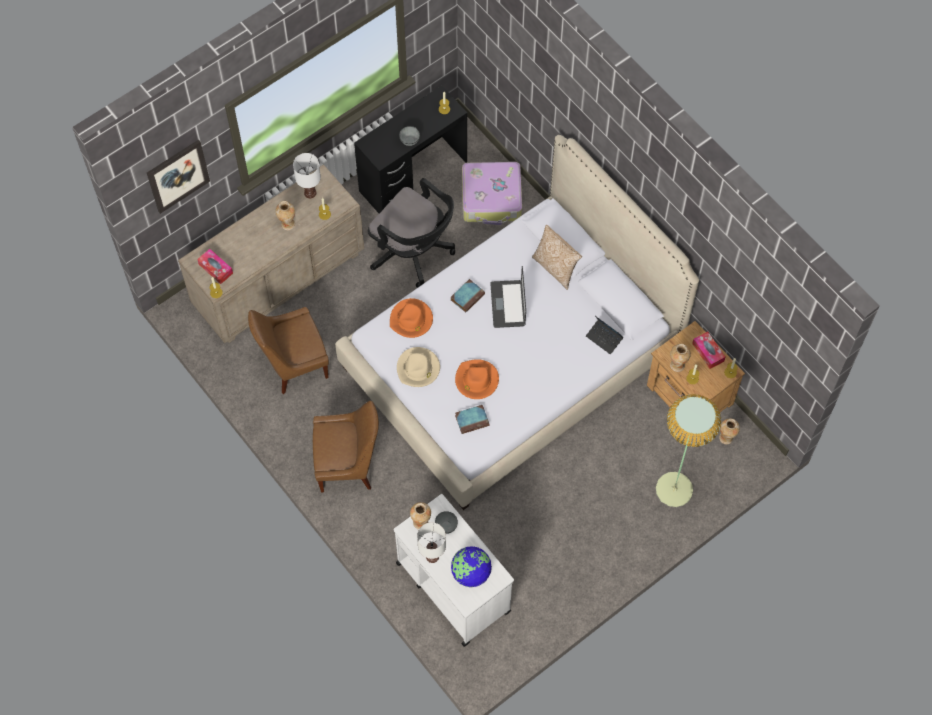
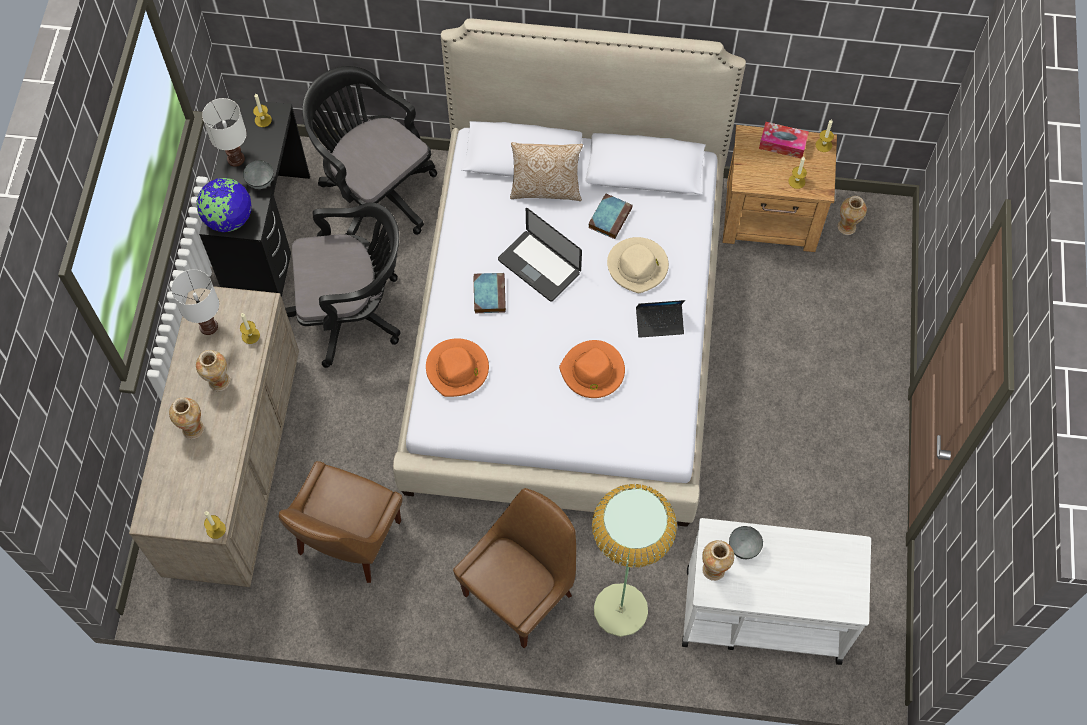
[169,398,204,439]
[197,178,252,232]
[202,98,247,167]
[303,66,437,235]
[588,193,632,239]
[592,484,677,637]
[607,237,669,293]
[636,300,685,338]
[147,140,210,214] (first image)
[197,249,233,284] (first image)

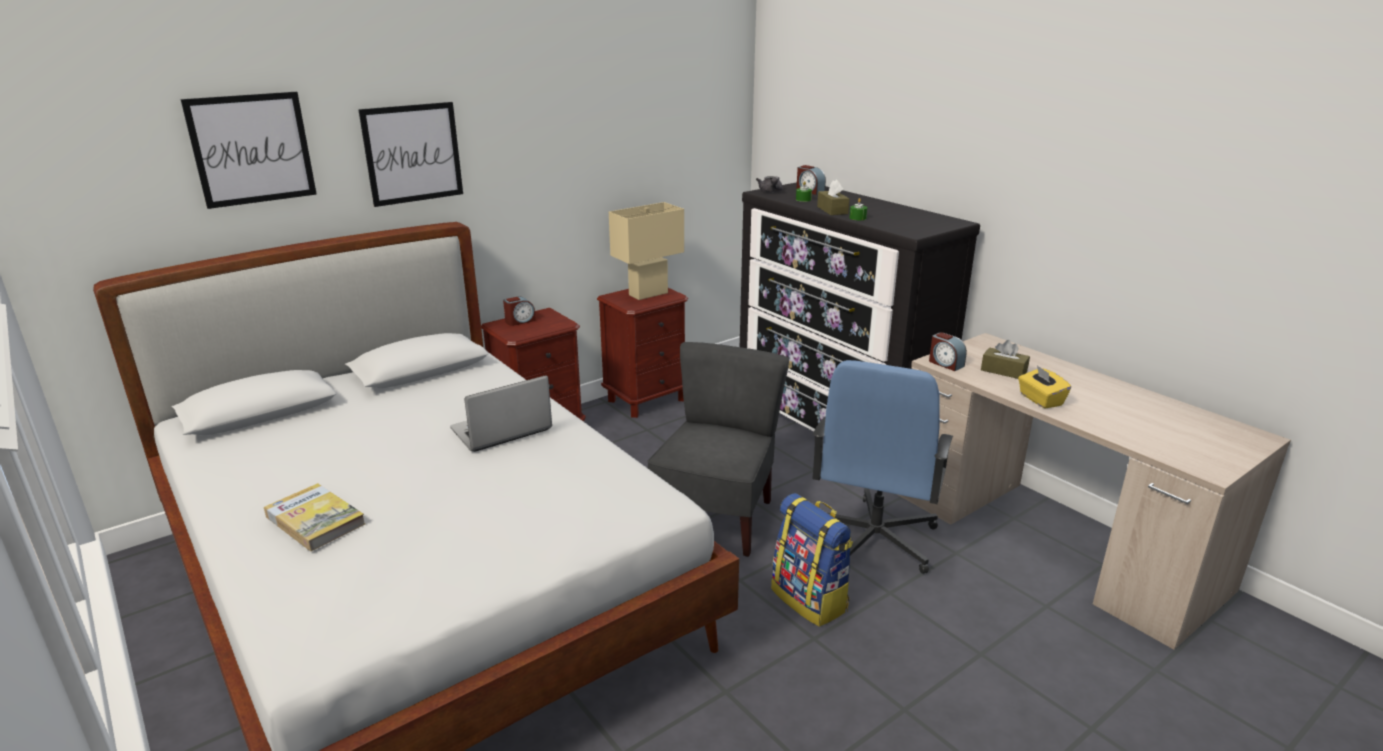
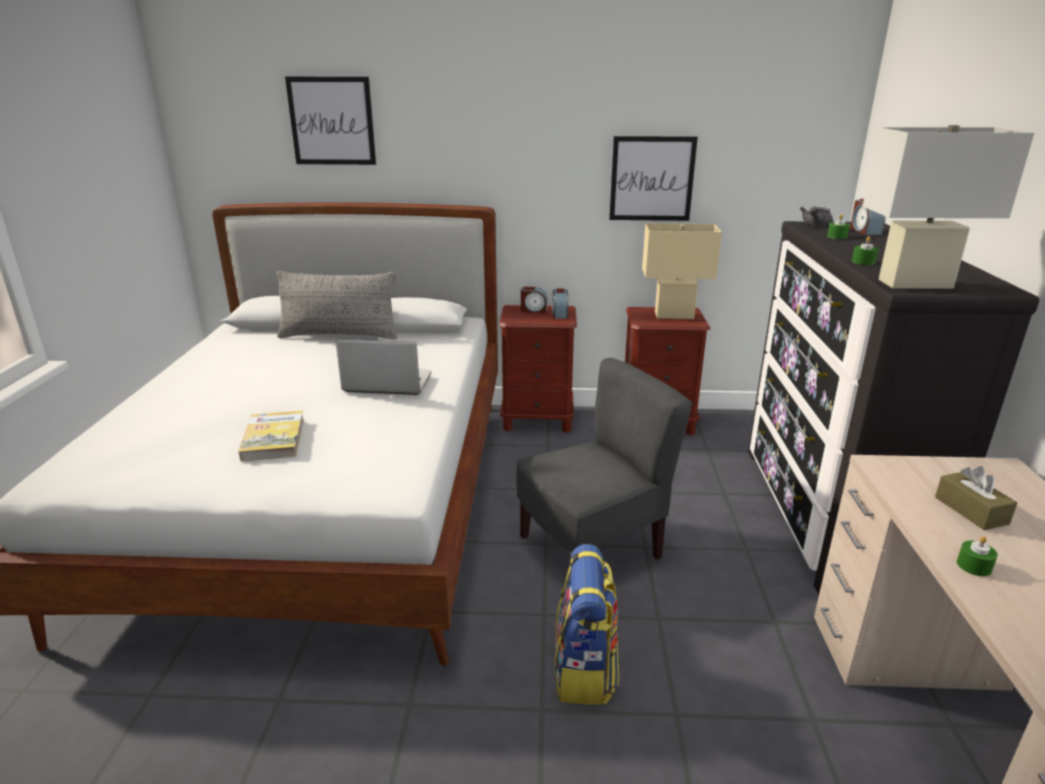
[238,410,304,461]
[276,271,397,340]
[552,288,569,318]
[609,136,698,221]
[862,125,1034,289]
[957,536,998,576]
[812,360,954,574] (first image)
[817,180,850,215] (first image)

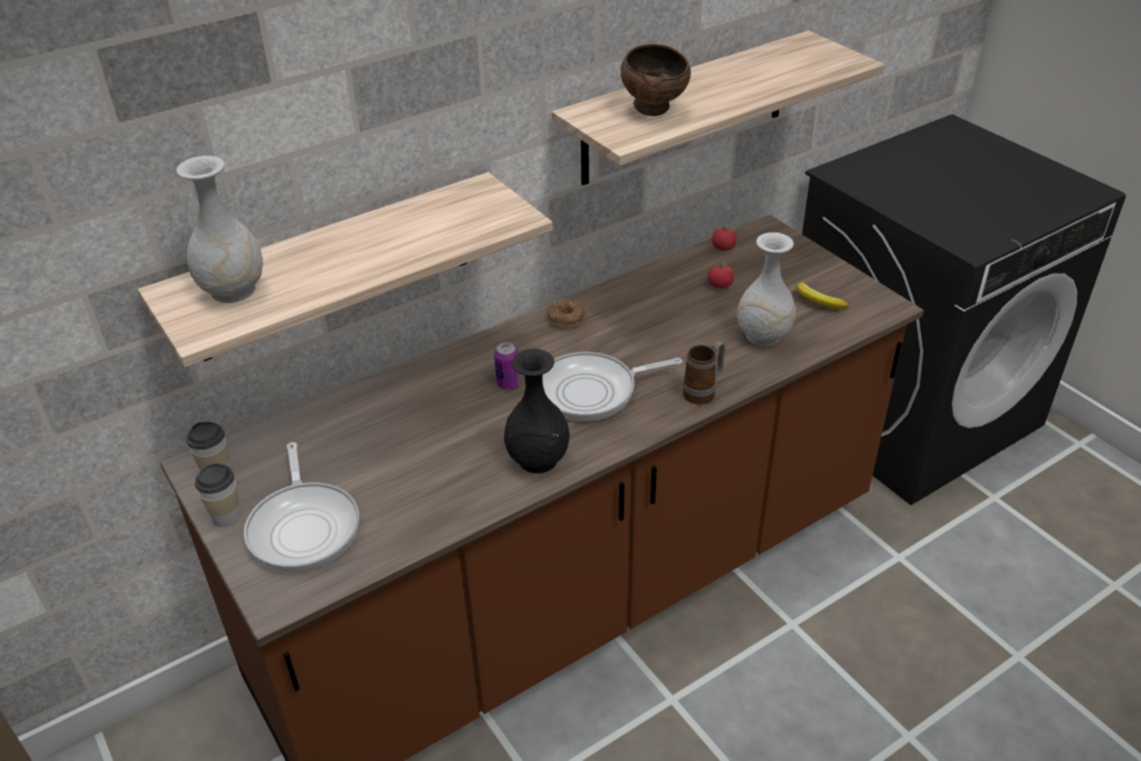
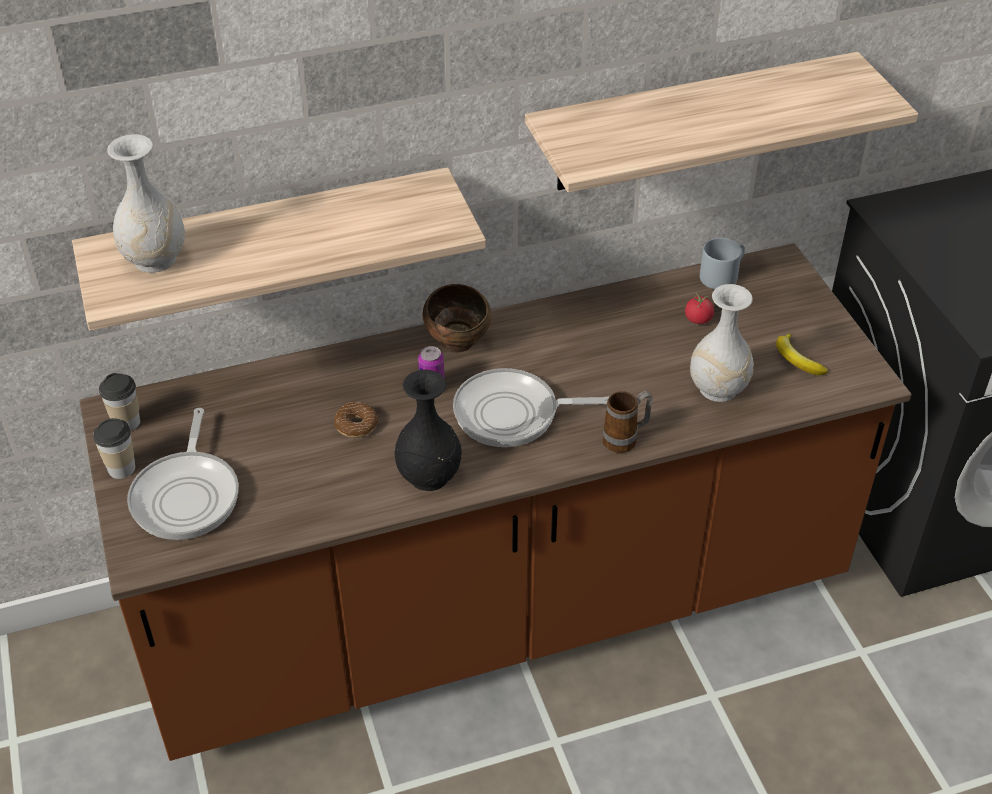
[334,402,378,438]
[423,284,491,353]
[700,238,745,289]

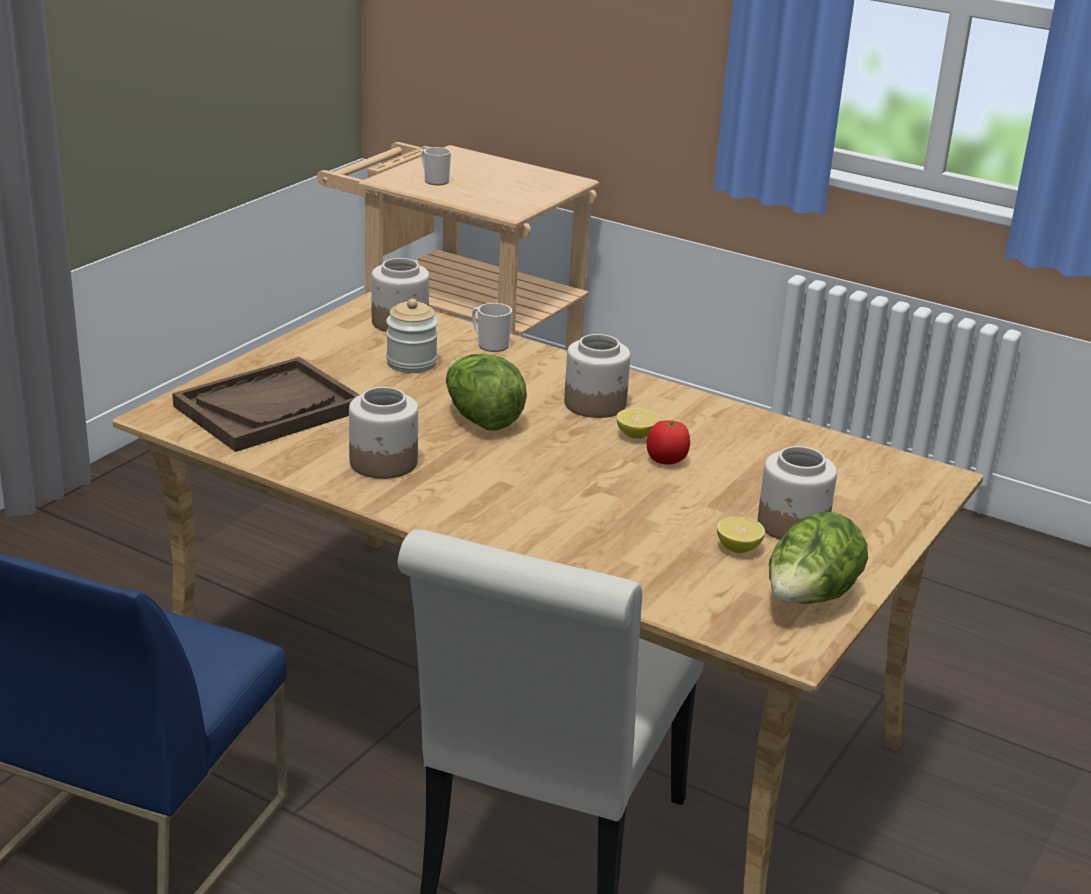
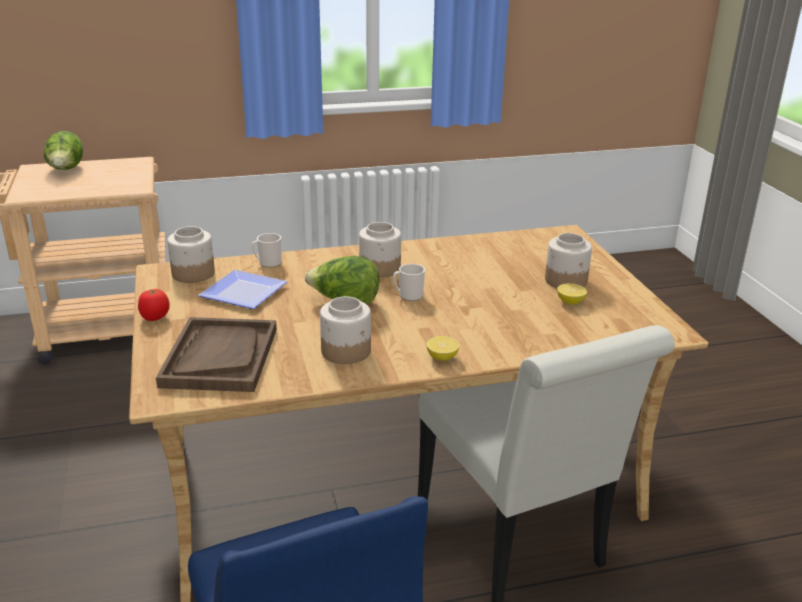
[44,131,83,170]
[138,289,170,321]
[198,270,288,309]
[393,264,425,301]
[426,336,460,361]

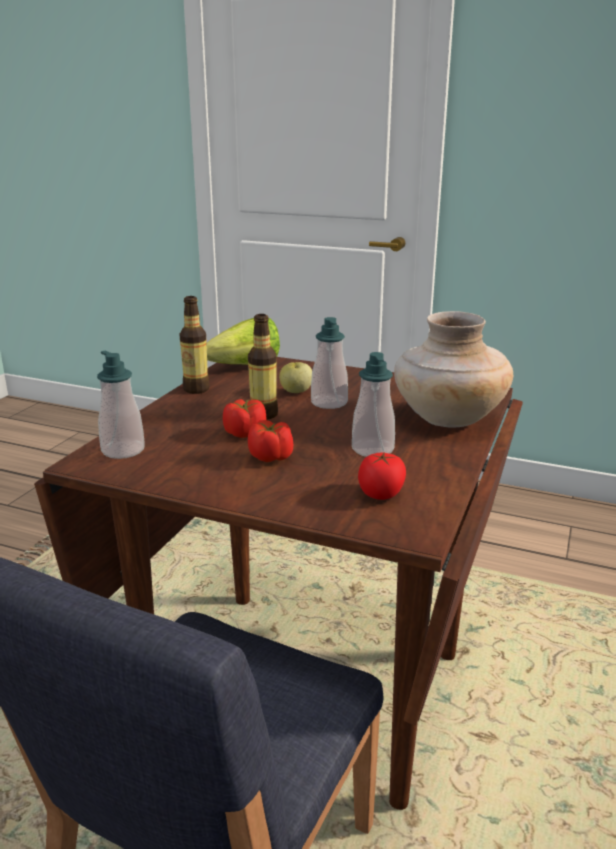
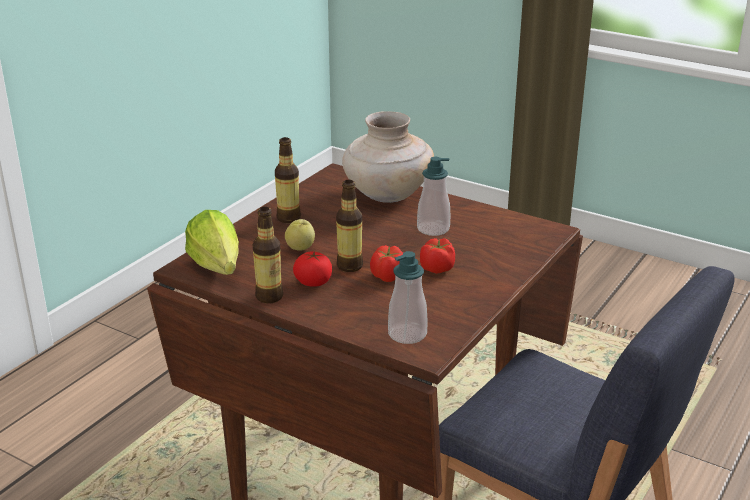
[275,137,301,223]
[293,251,332,287]
[311,317,348,409] (first image)

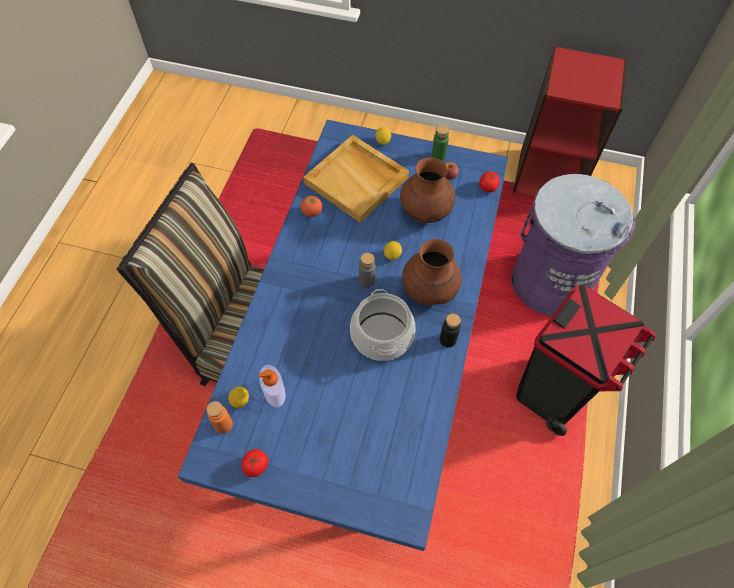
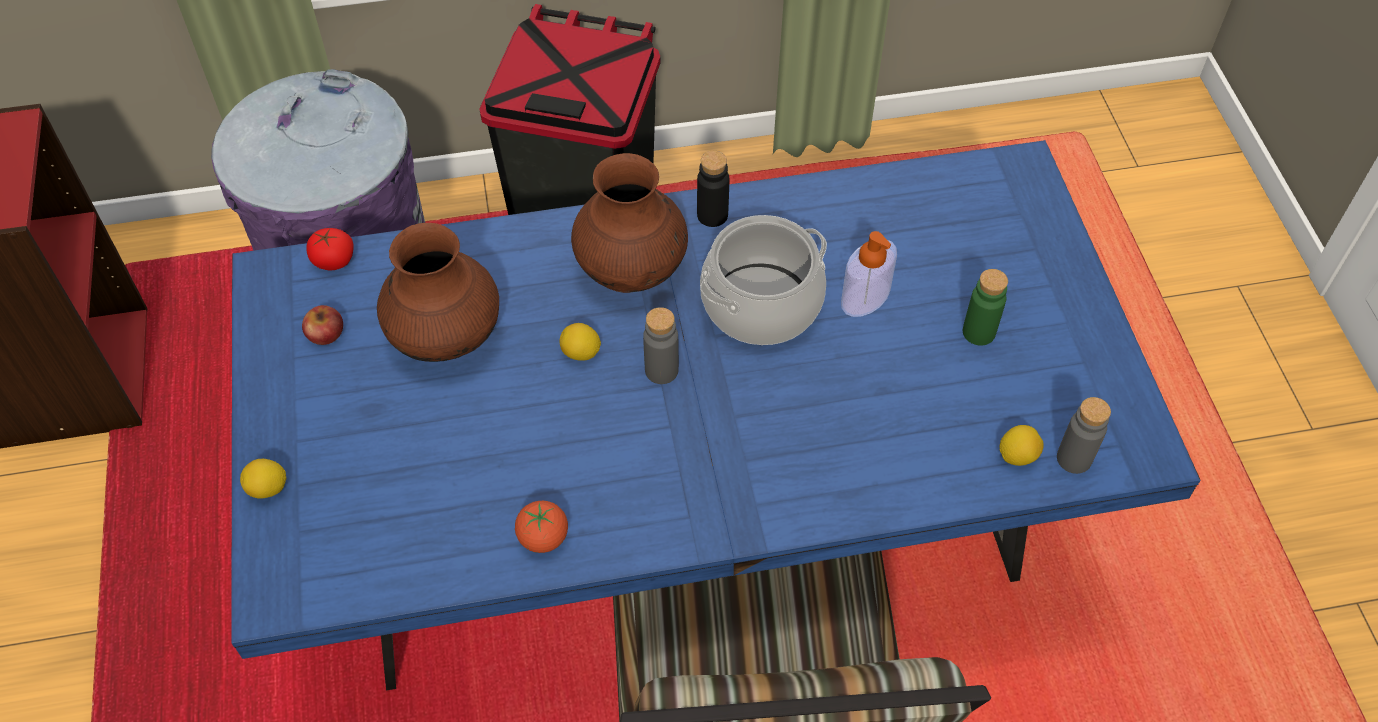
[841,231,897,317]
[963,269,1008,346]
[1057,397,1111,474]
[241,449,268,477] (first image)
[303,135,409,223] (first image)

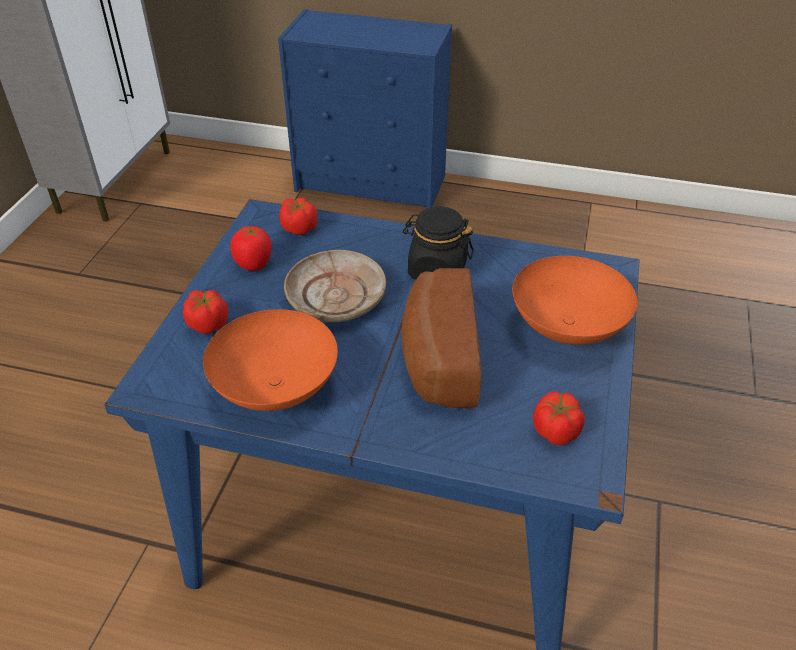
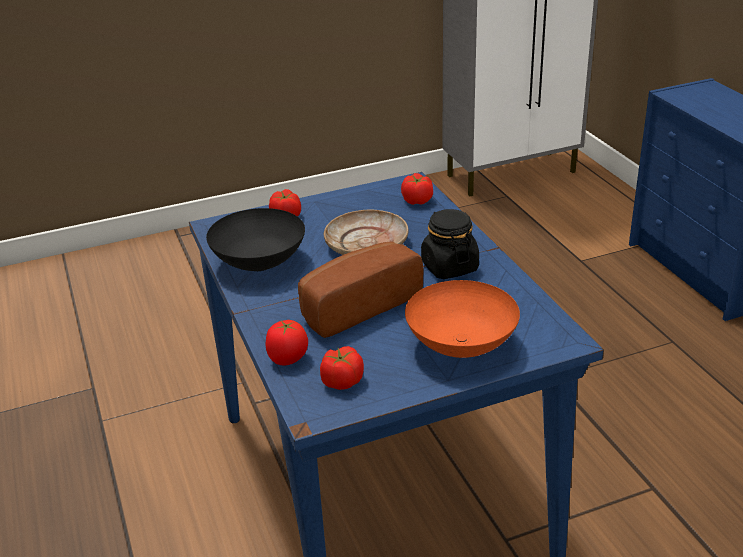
[206,208,305,271]
[265,320,308,366]

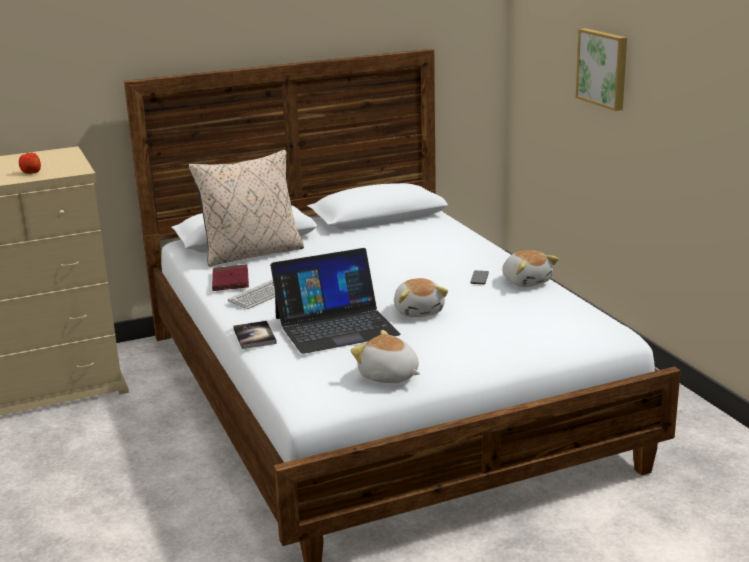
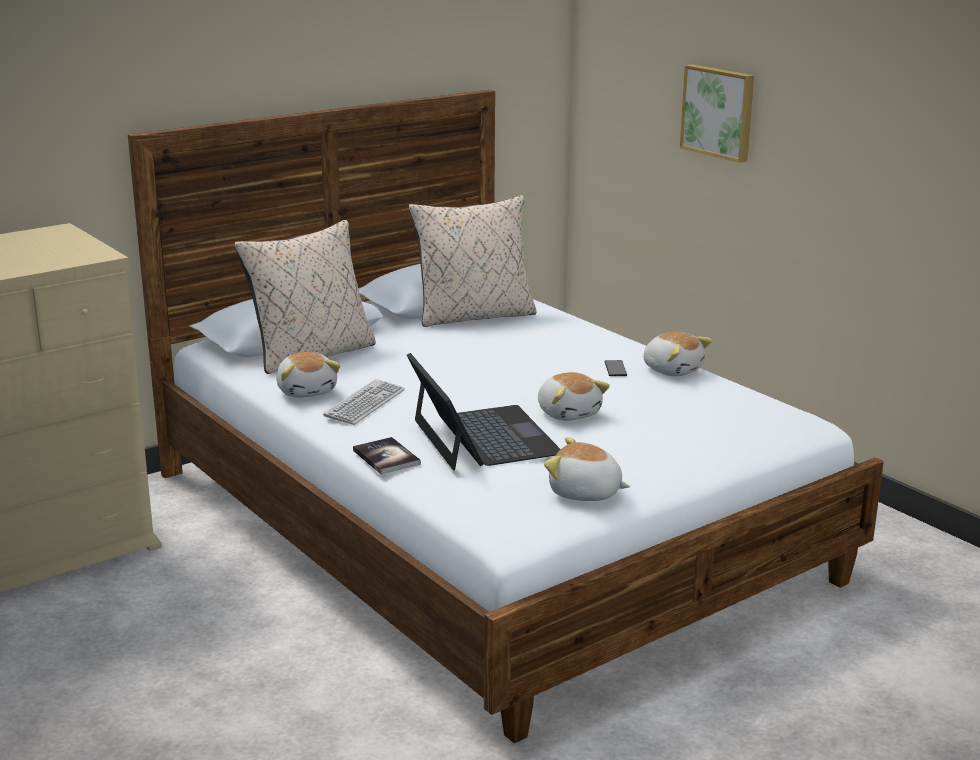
[276,352,340,398]
[407,353,561,471]
[409,195,537,327]
[19,151,41,174] (first image)

